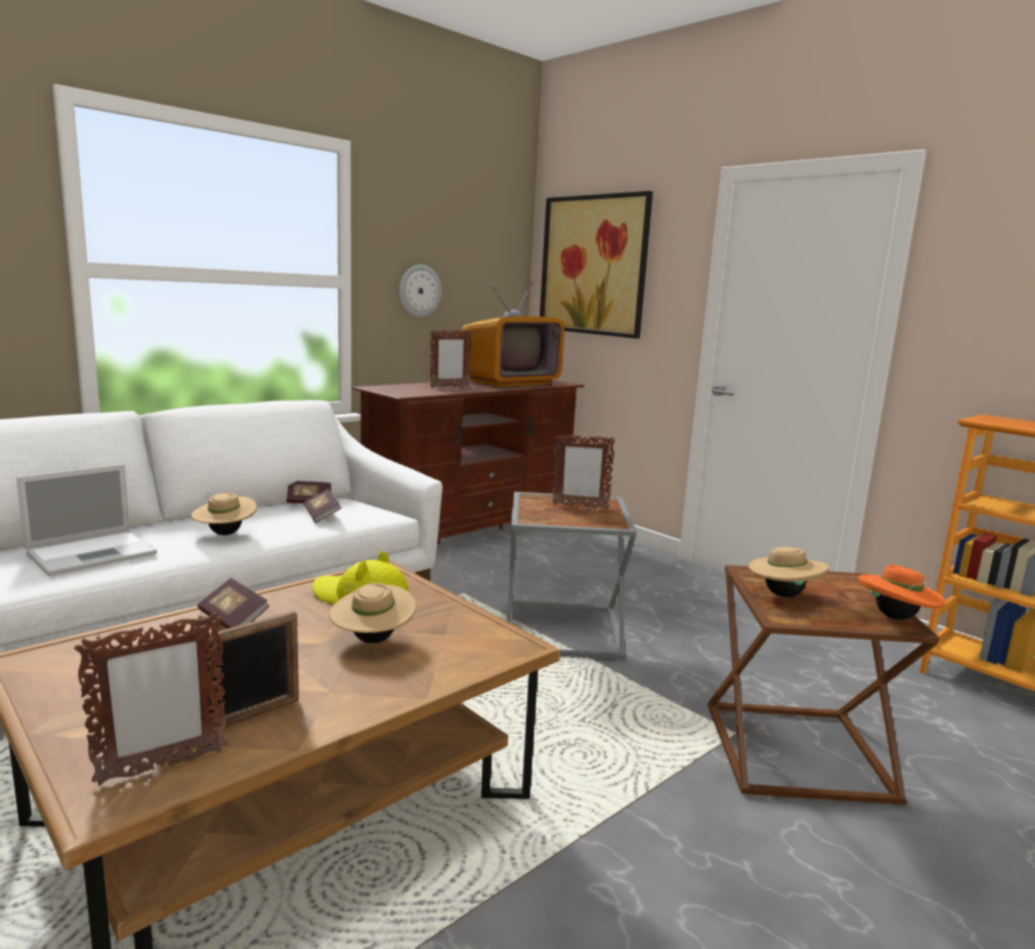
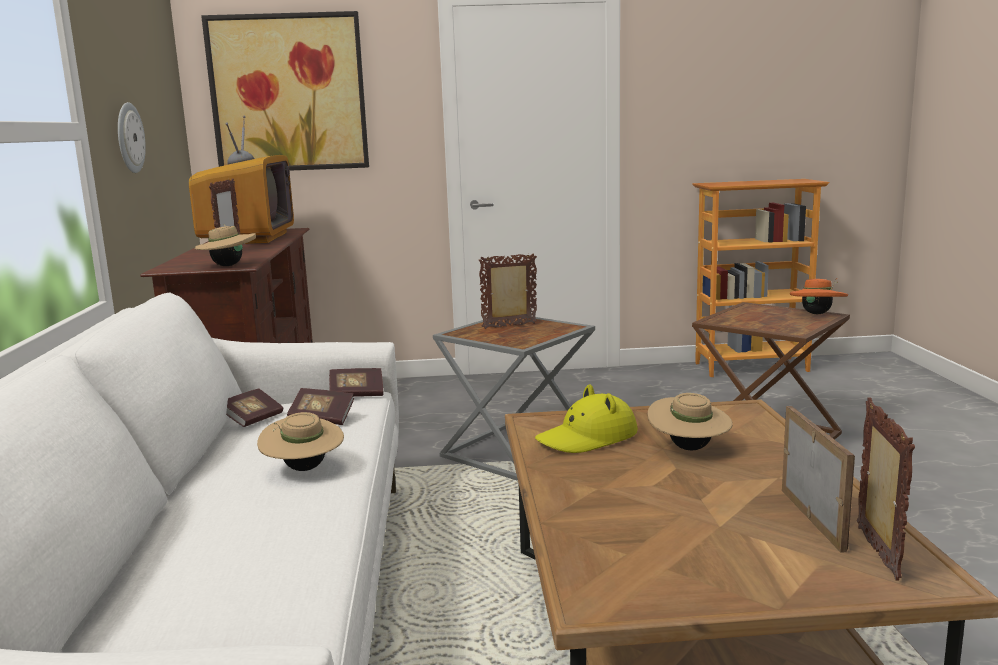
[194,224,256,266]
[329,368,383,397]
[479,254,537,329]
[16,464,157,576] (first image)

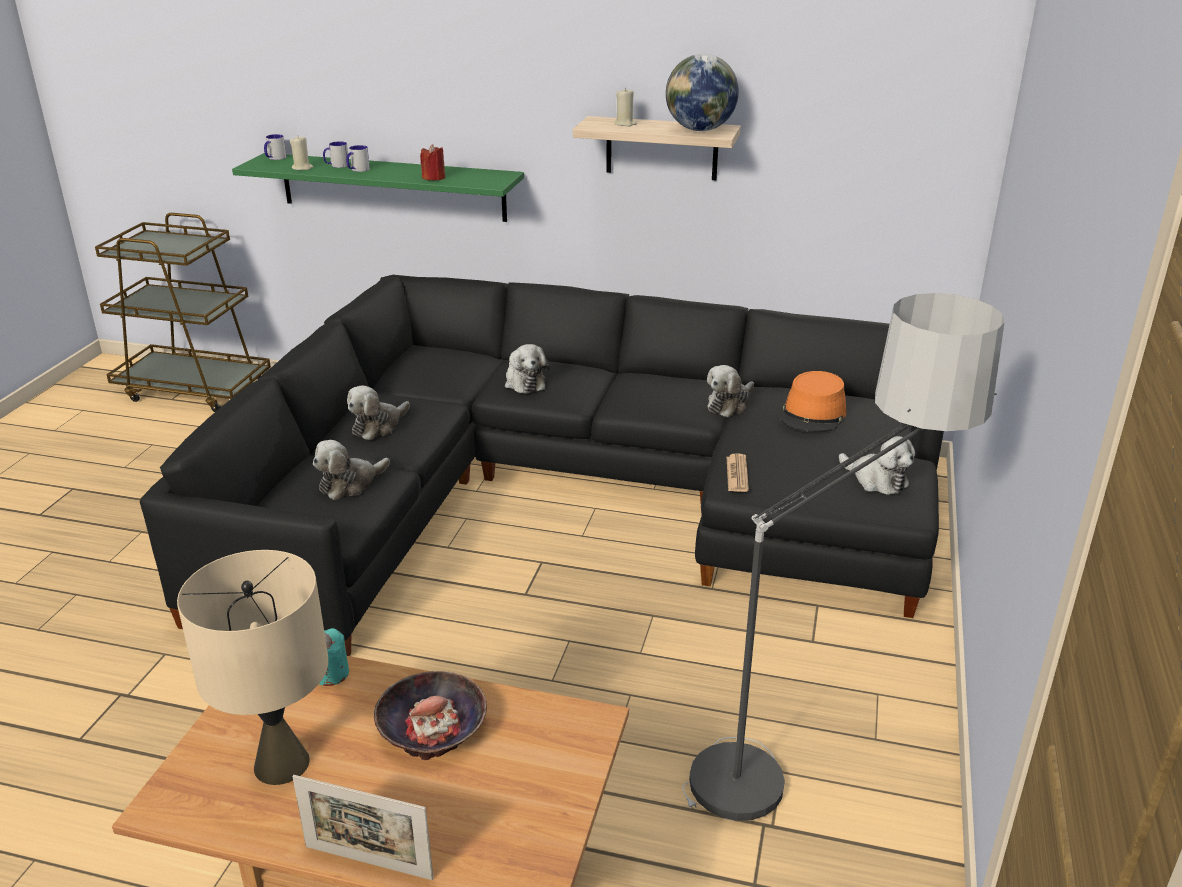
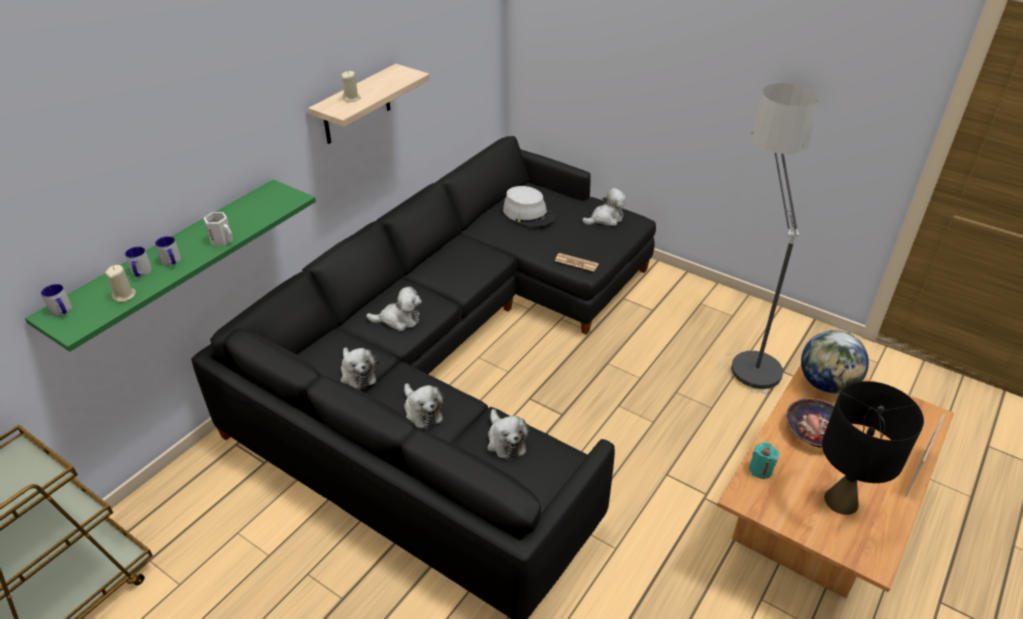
[204,212,233,246]
[340,348,379,390]
[503,186,555,227]
[801,330,869,394]
[822,381,924,515]
[420,144,445,181] (first image)

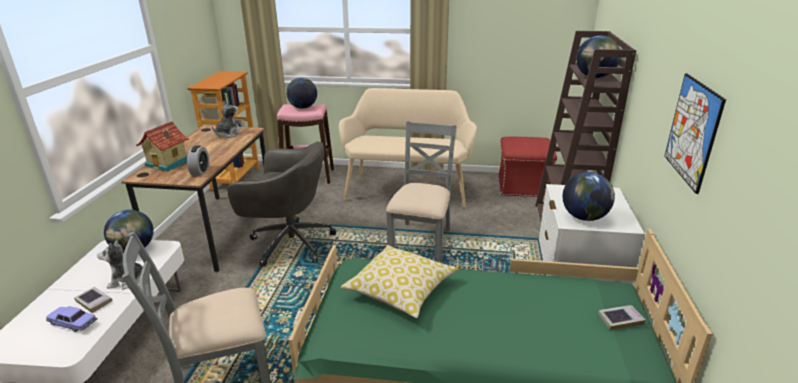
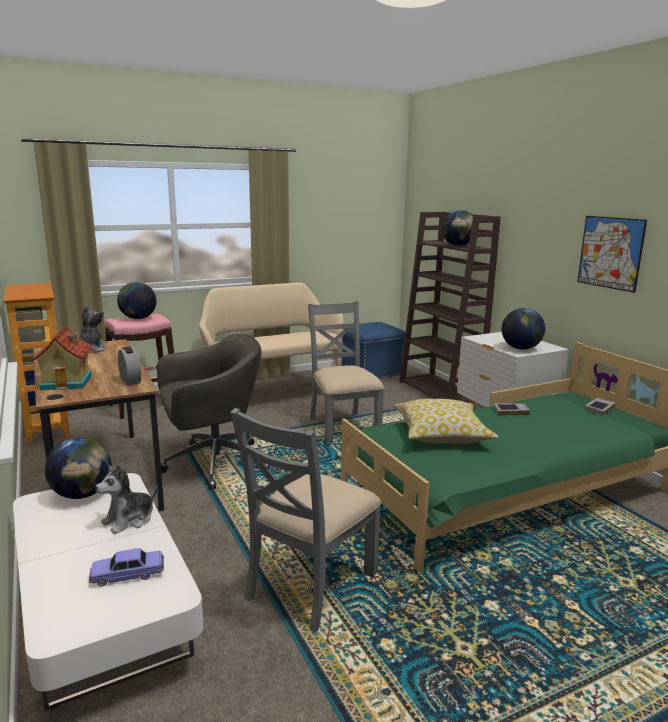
[341,322,406,379]
[494,403,530,415]

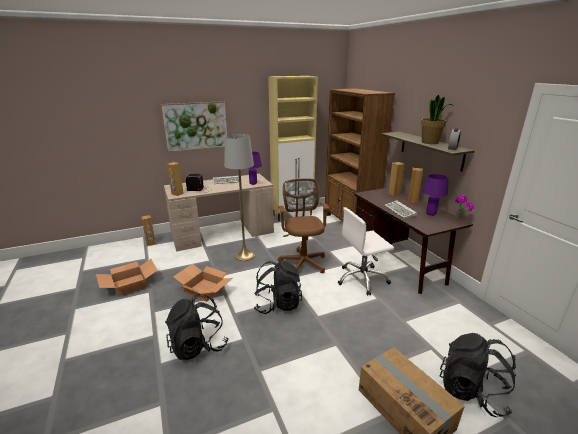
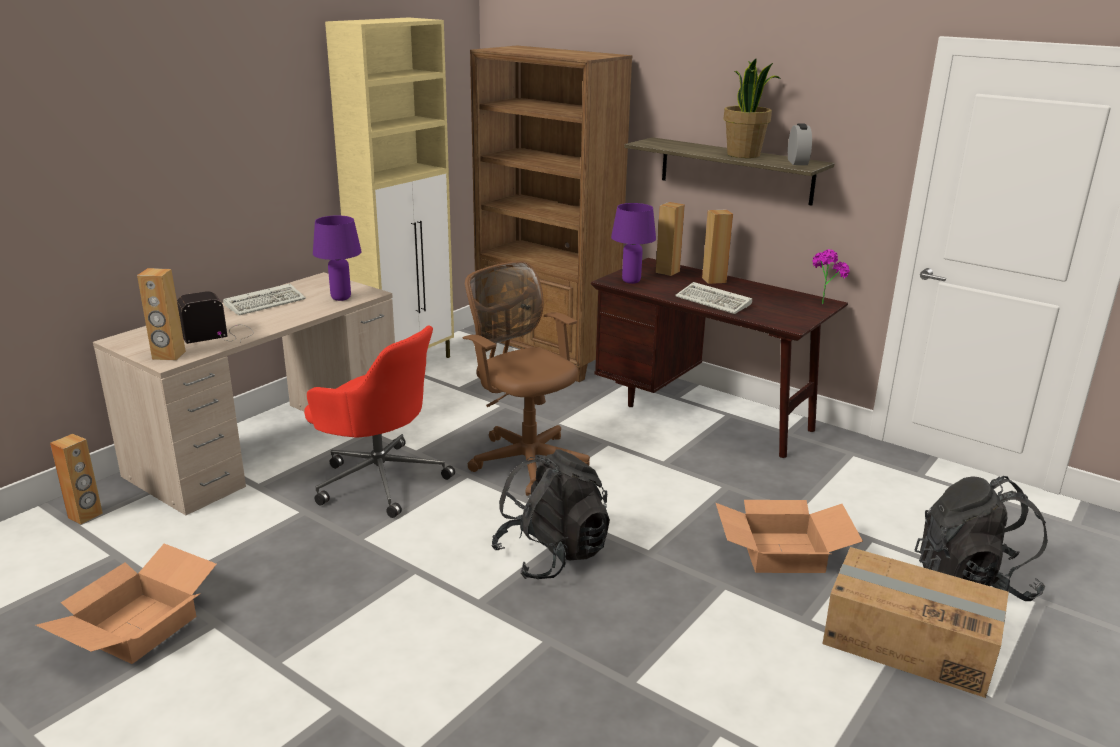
[304,325,455,518]
[611,203,656,284]
[716,500,863,573]
[160,101,228,152] (first image)
[165,294,228,360] (first image)
[338,207,394,295] (first image)

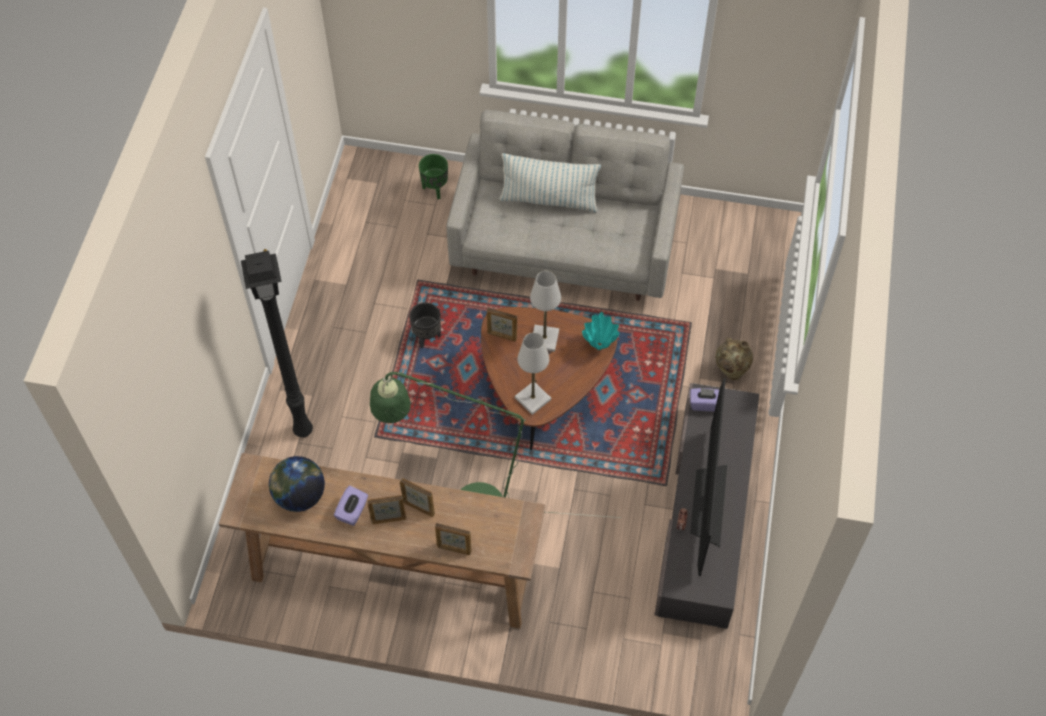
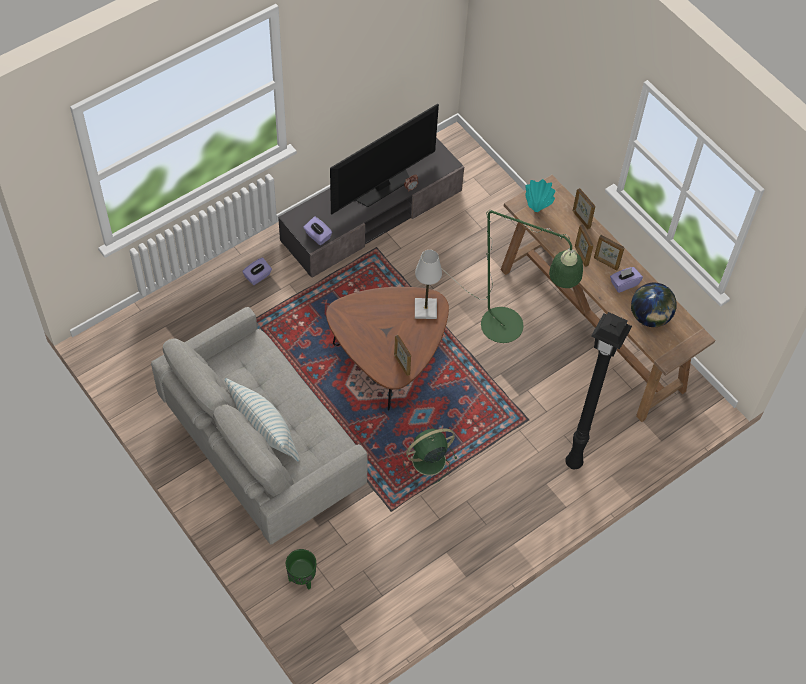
[242,258,272,285]
[403,428,457,484]
[526,179,555,212]
[530,271,561,352] (first image)

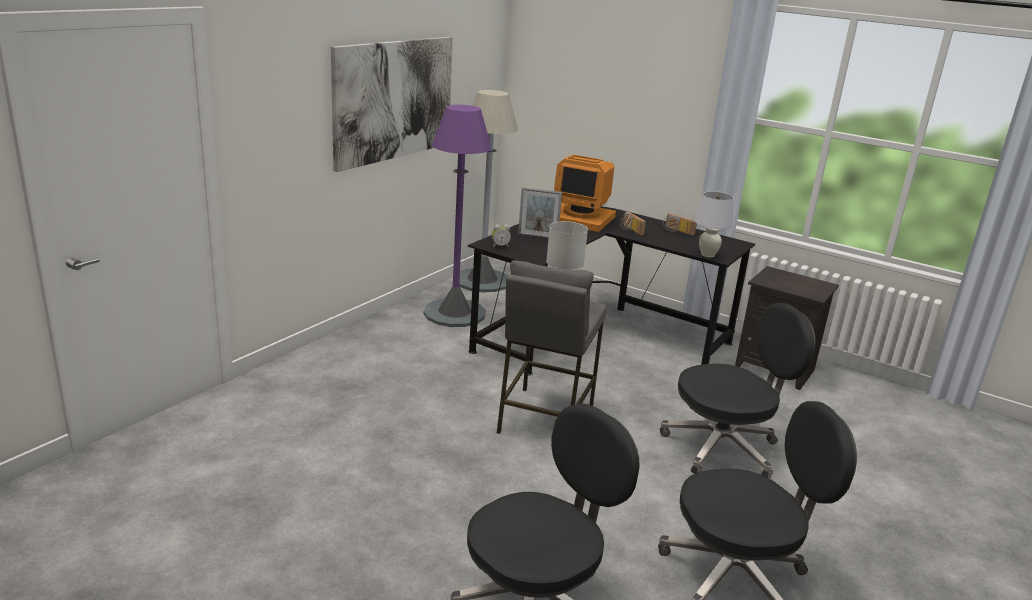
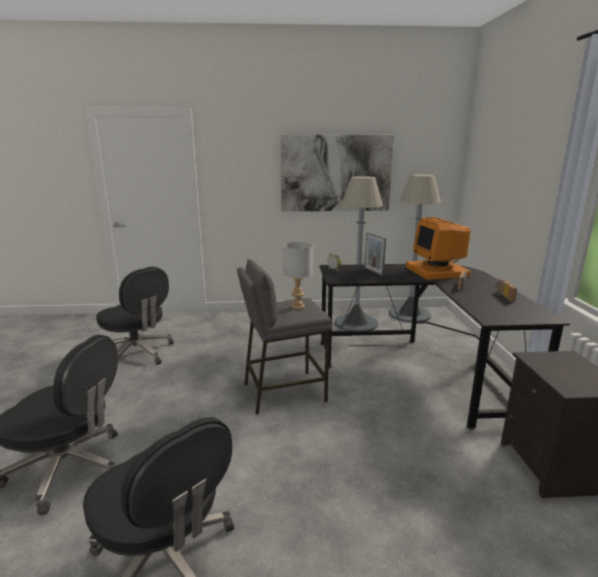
[96,267,174,365]
[335,176,383,331]
[695,191,733,257] (first image)

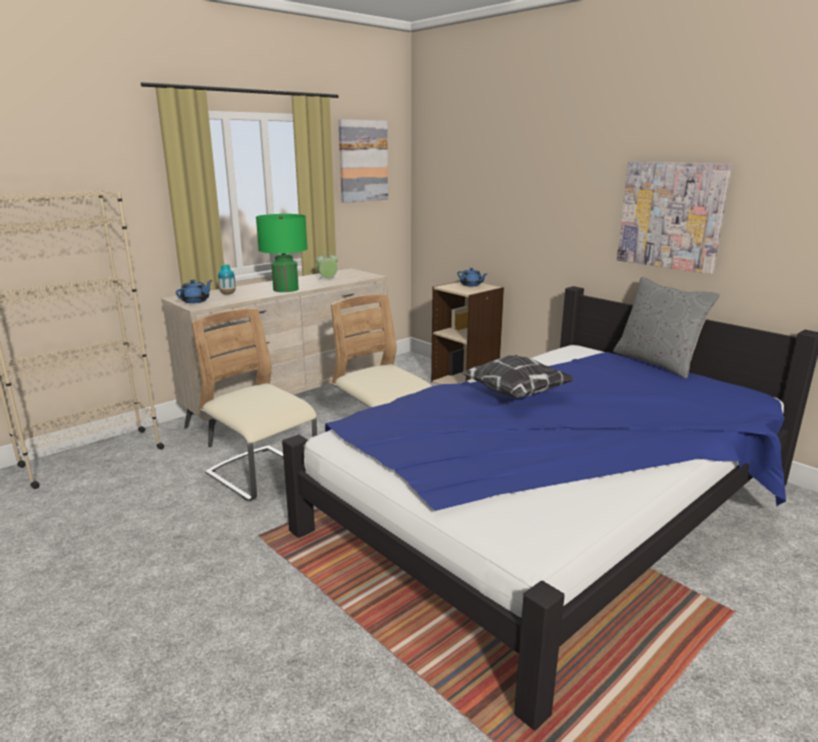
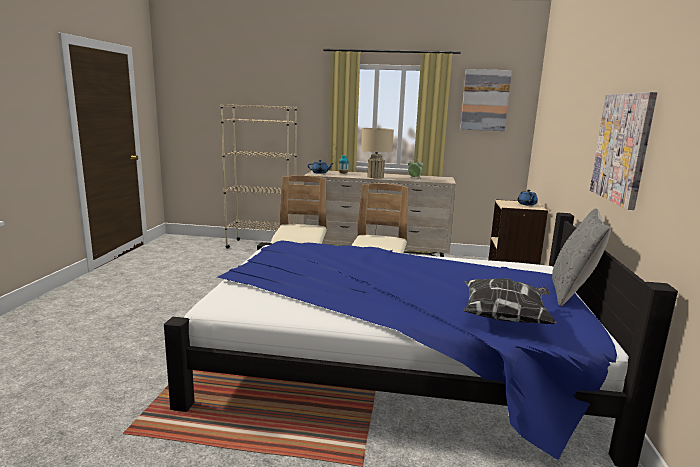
[361,128,394,179]
[463,278,557,324]

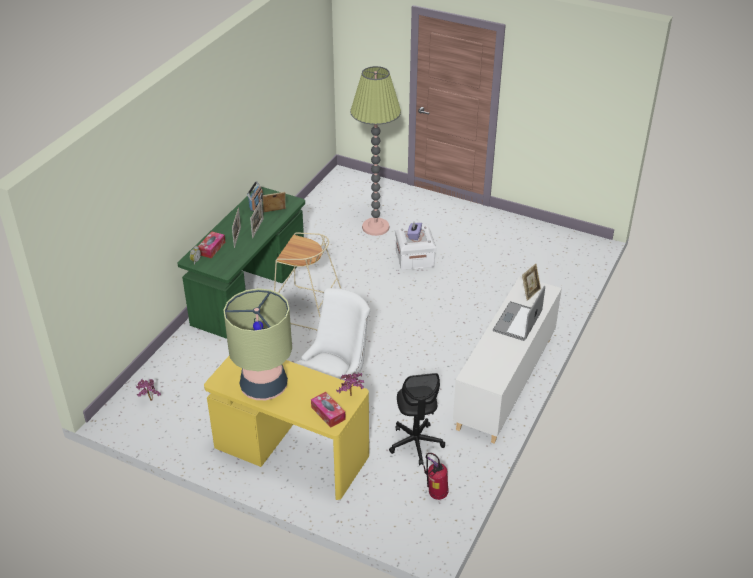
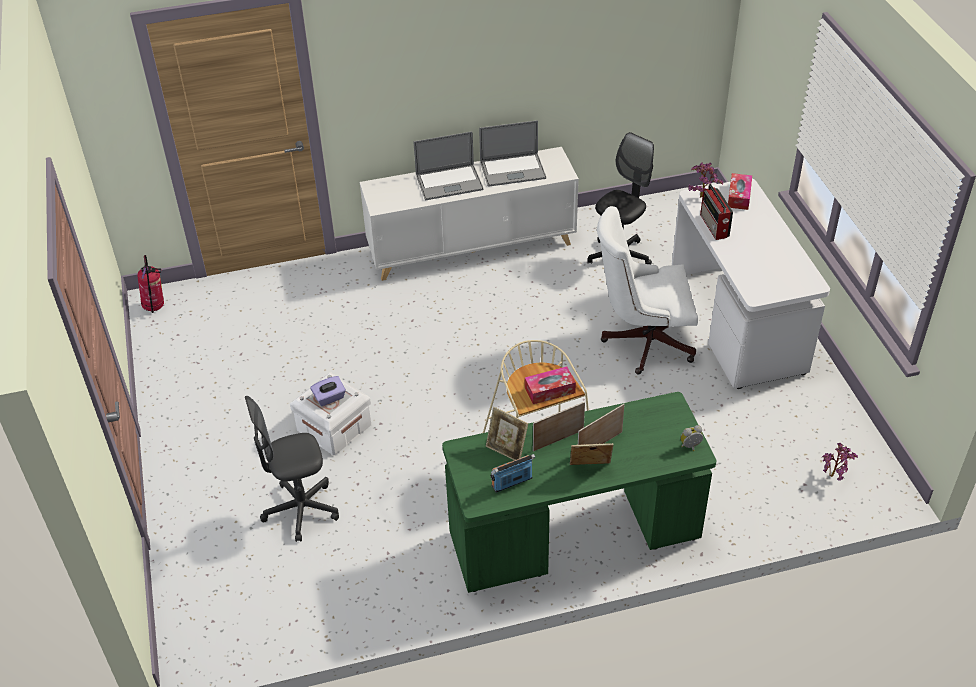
[137,255,164,313]
[245,396,339,542]
[479,120,546,187]
[525,366,576,404]
[570,443,613,465]
[672,179,830,389]
[700,184,733,240]
[223,288,292,400] (first image)

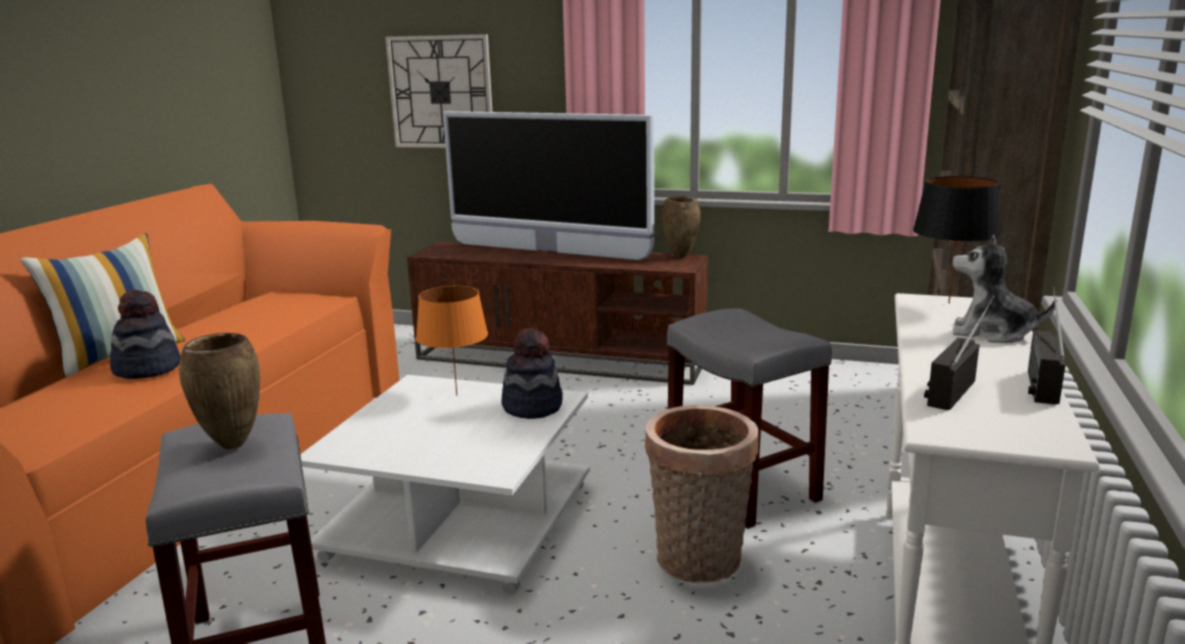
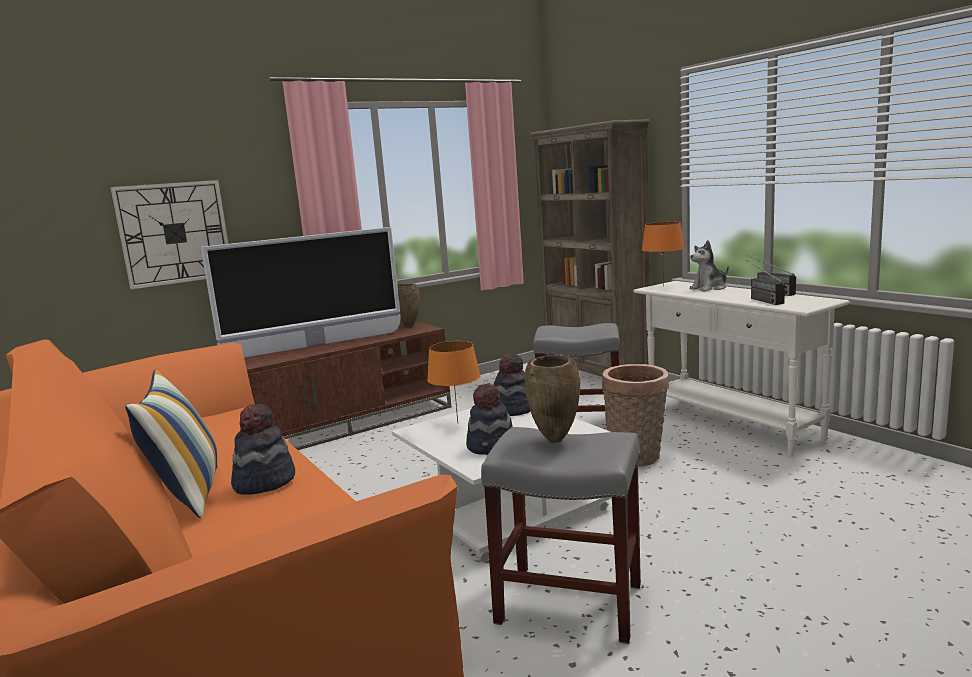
[466,383,513,455]
[642,222,685,287]

